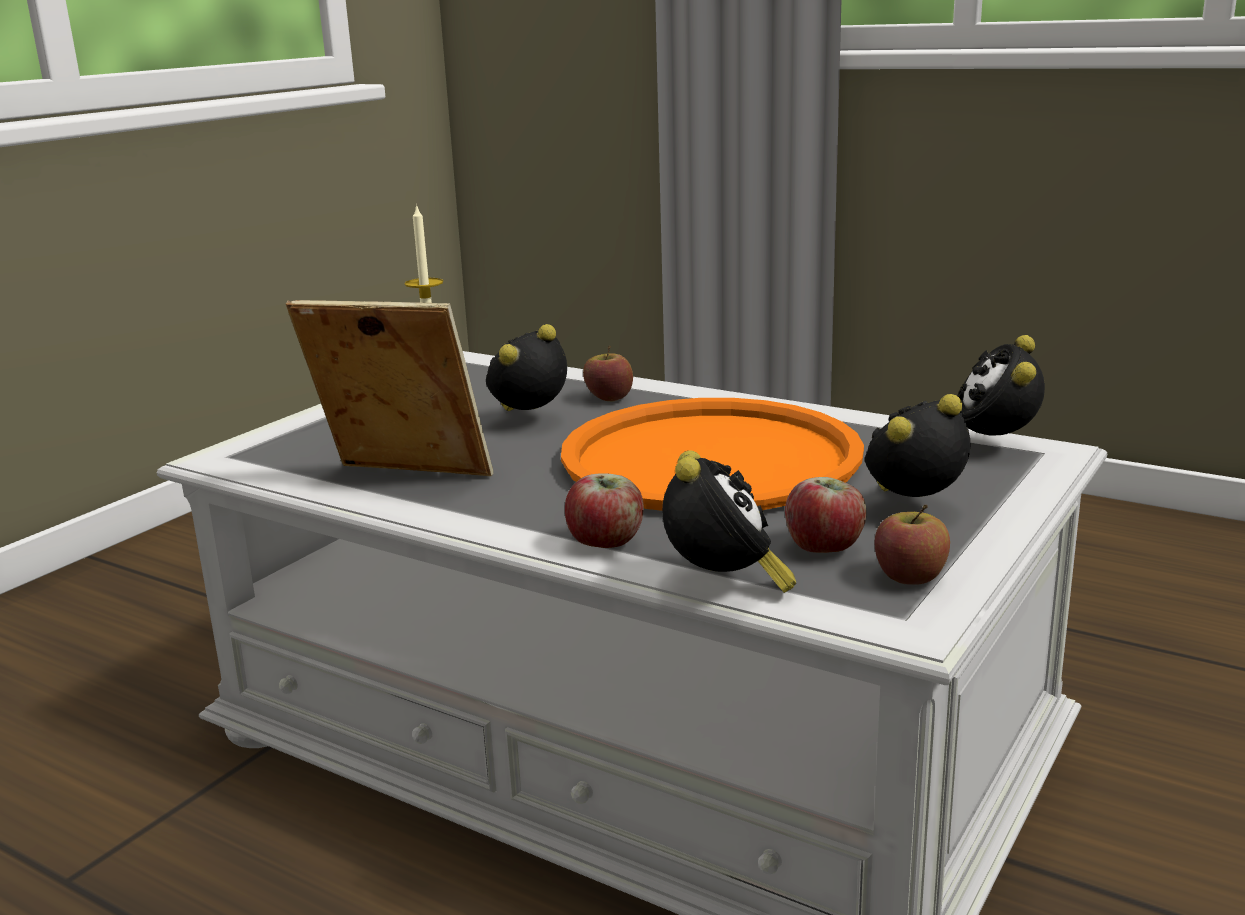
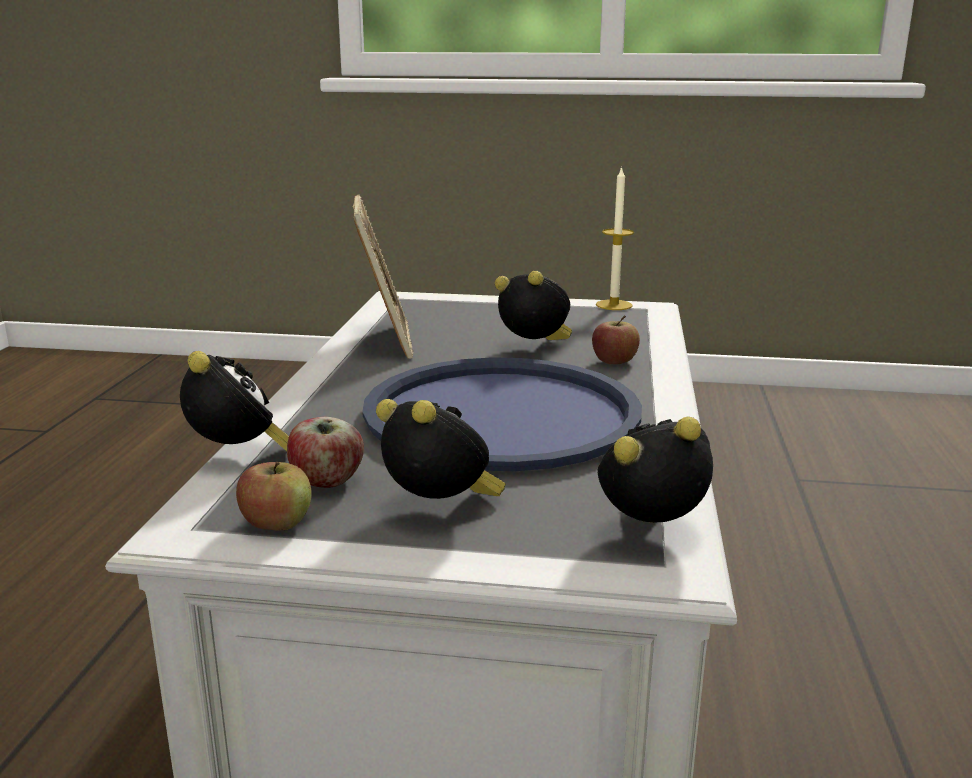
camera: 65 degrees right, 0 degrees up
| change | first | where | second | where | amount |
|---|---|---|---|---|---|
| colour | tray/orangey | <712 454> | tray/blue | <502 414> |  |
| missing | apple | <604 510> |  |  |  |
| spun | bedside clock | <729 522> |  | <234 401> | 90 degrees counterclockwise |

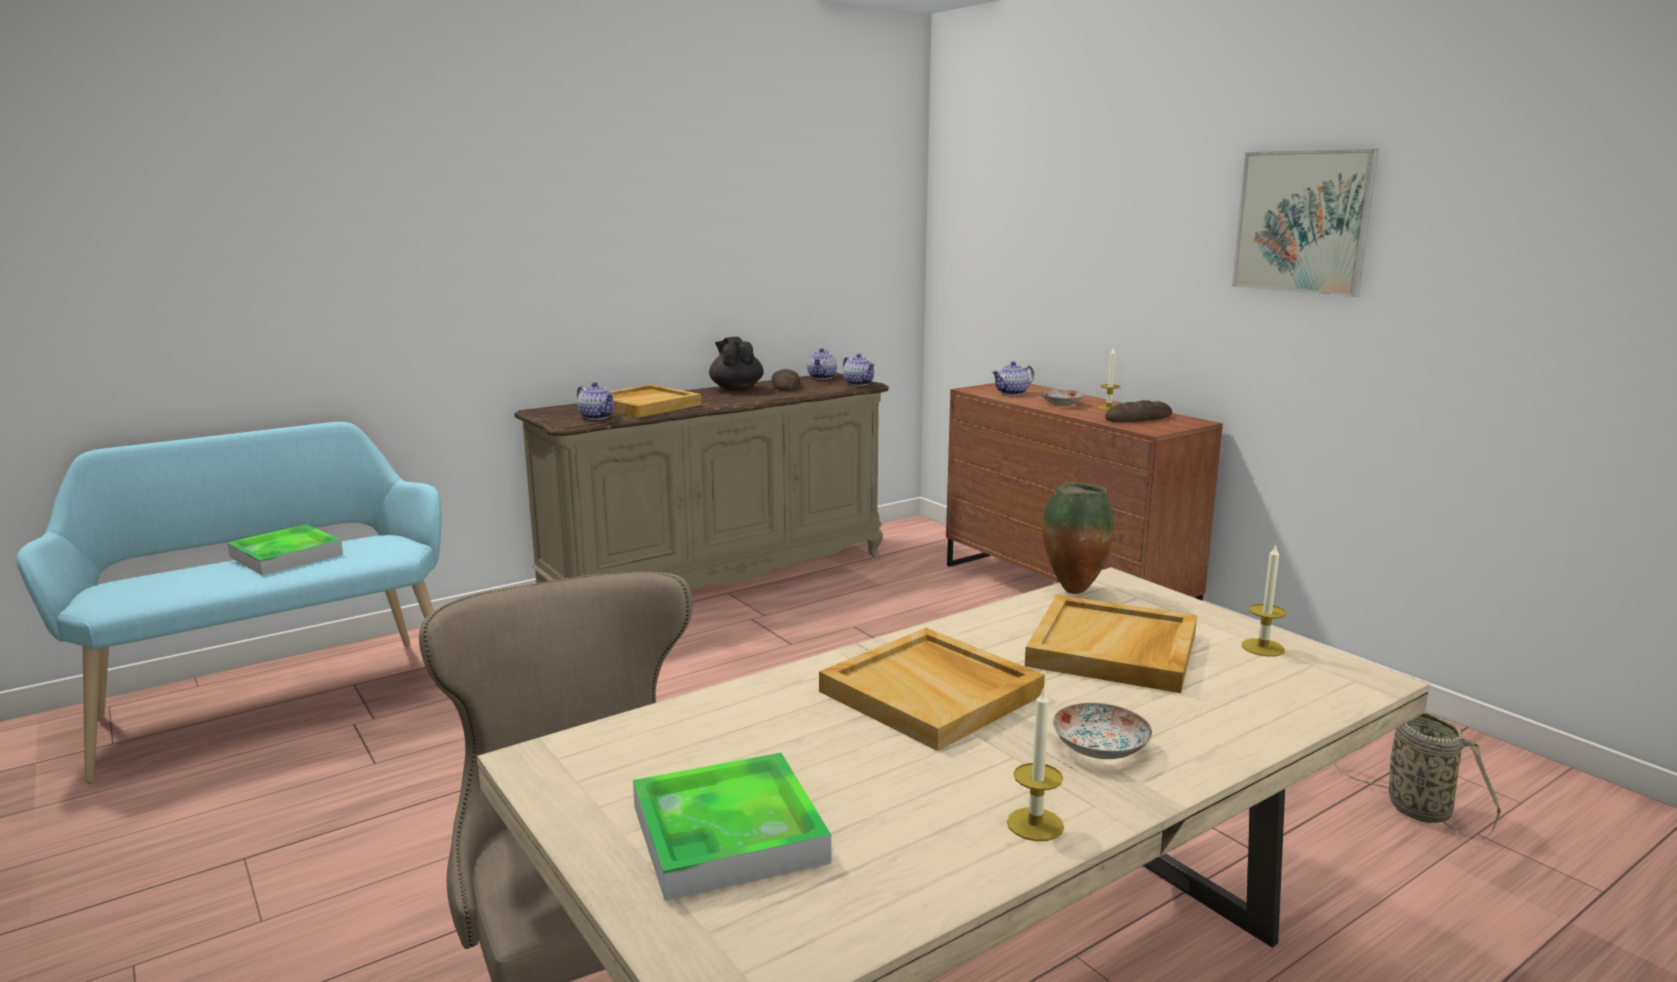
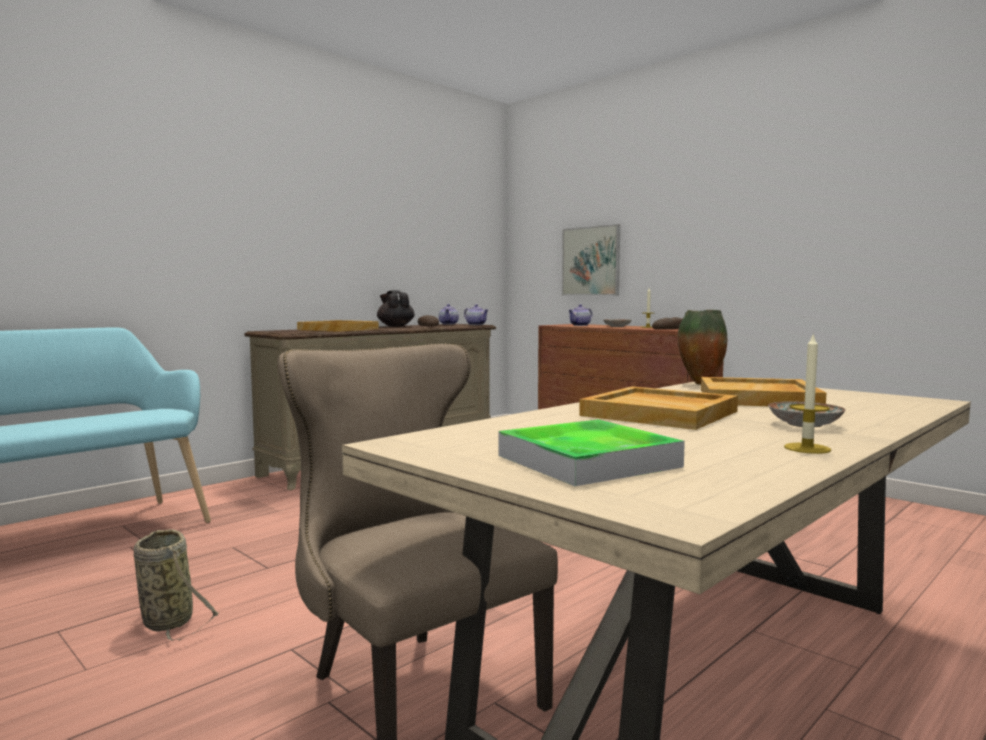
camera: 10 degrees left, 10 degrees down
| change | first | where | second | where | amount |
|---|---|---|---|---|---|
| missing | tray | <285 549> |  |  |  |
| missing | teapot | <595 401> |  |  |  |
| relocated | wall art | <1305 223> |  | <591 259> |  |
| missing | wax light | <1264 600> |  |  |  |
| relocated | storage basket | <1417 775> |  | <177 585> |  |

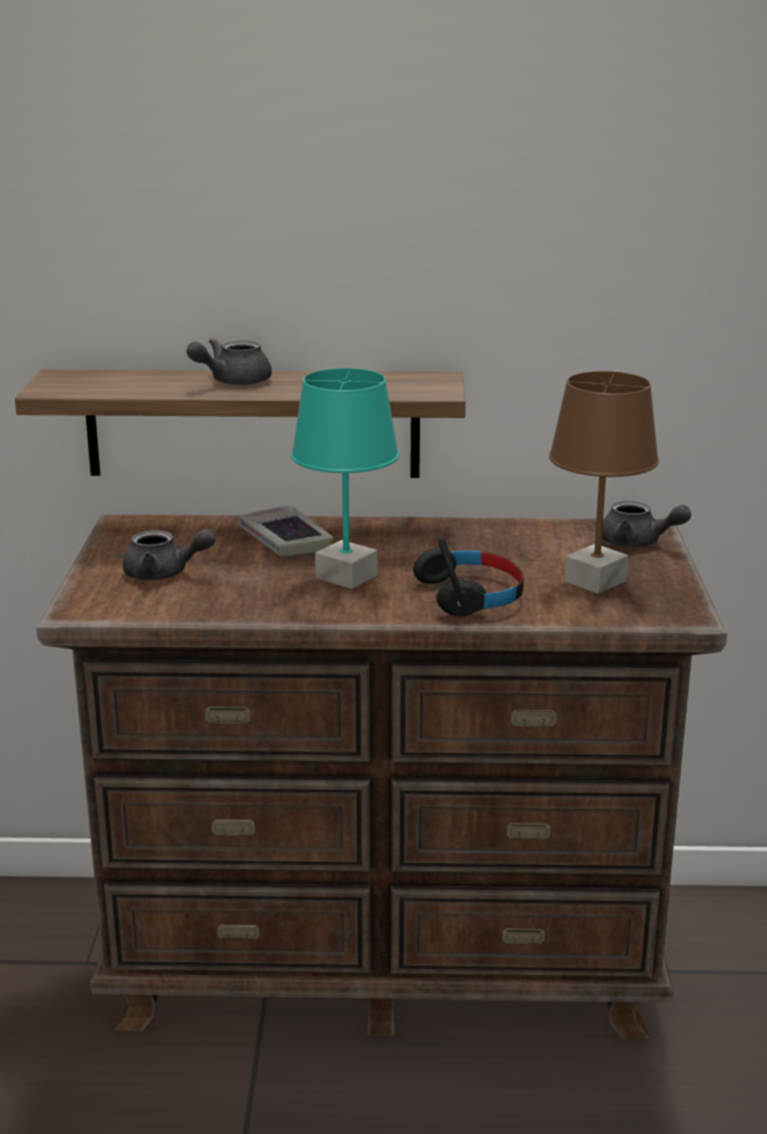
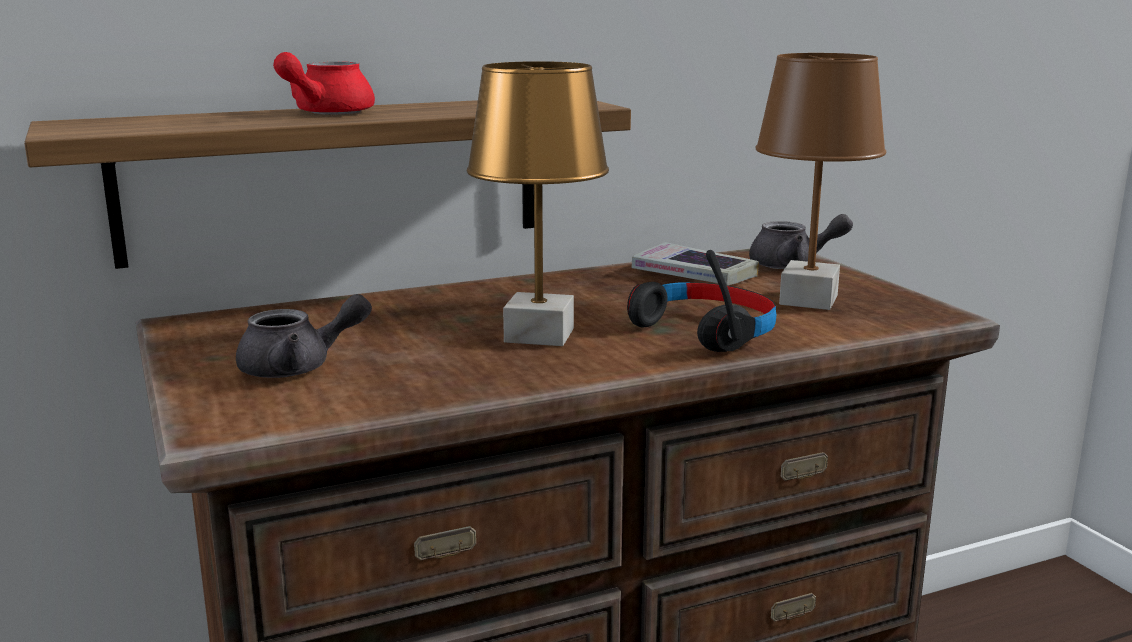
camera: 25 degrees left, 5 degrees down
| change | first | where | second | where | amount |
|---|---|---|---|---|---|
| colour | teapot/grey | <229 361> | teapot/red | <324 83> |  |
| relocated | bound book | <286 530> |  | <695 263> |  |
| colour | table lamp/turquoise-coloured | <345 478> | table lamp/brownish | <538 203> |  |

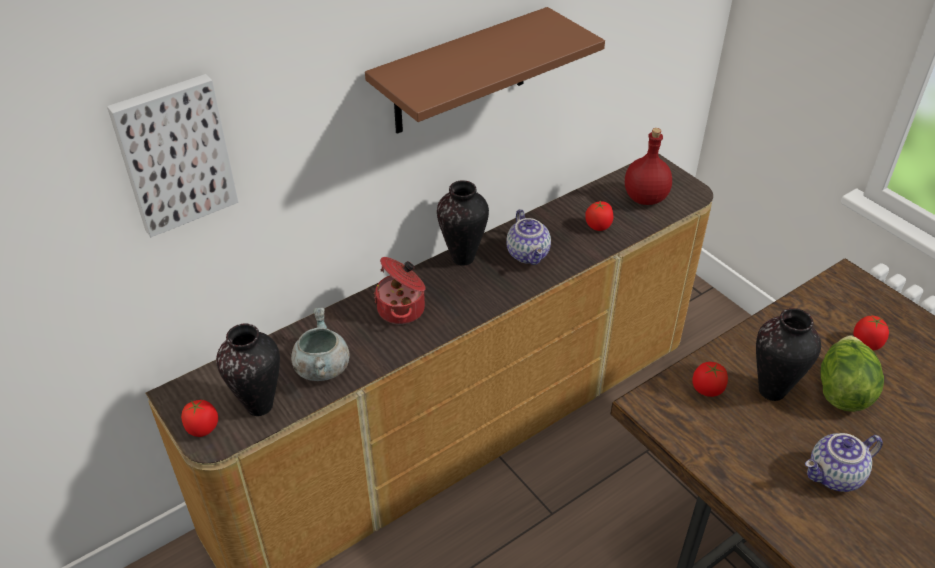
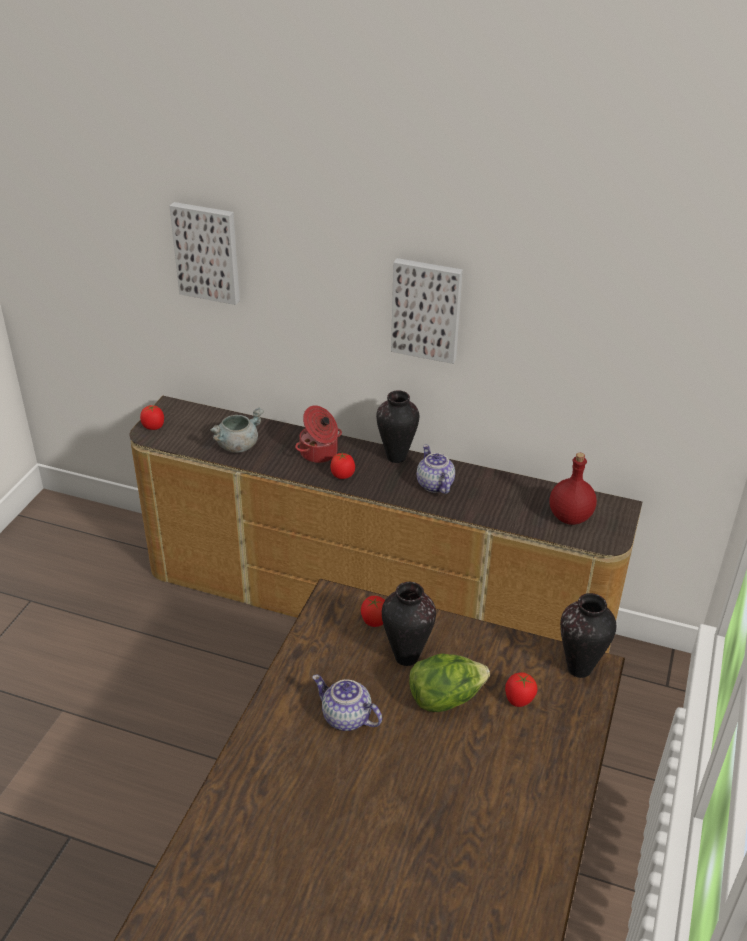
camera: 55 degrees right, 5 degrees down
| change | first | where | second | where | amount |
|---|---|---|---|---|---|
| relocated | vase | <248 369> |  | <588 635> |  |
| exchanged | wall shelf/brownish | <485 70> | wall art | <427 311> |  |
| spun | teapot | <528 237> |  | <436 469> | 120 degrees clockwise |
| relocated | fresh tomato | <599 216> |  | <342 466> |  |

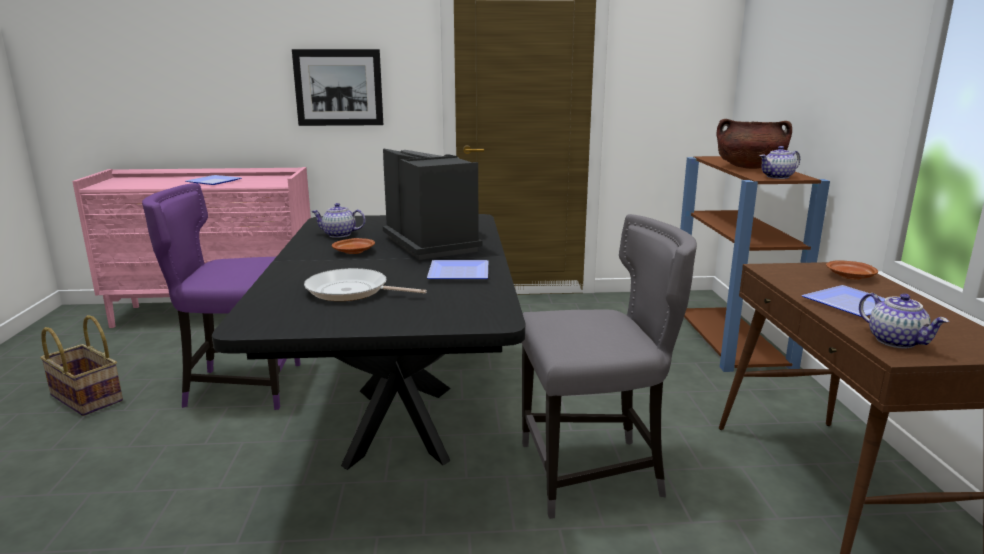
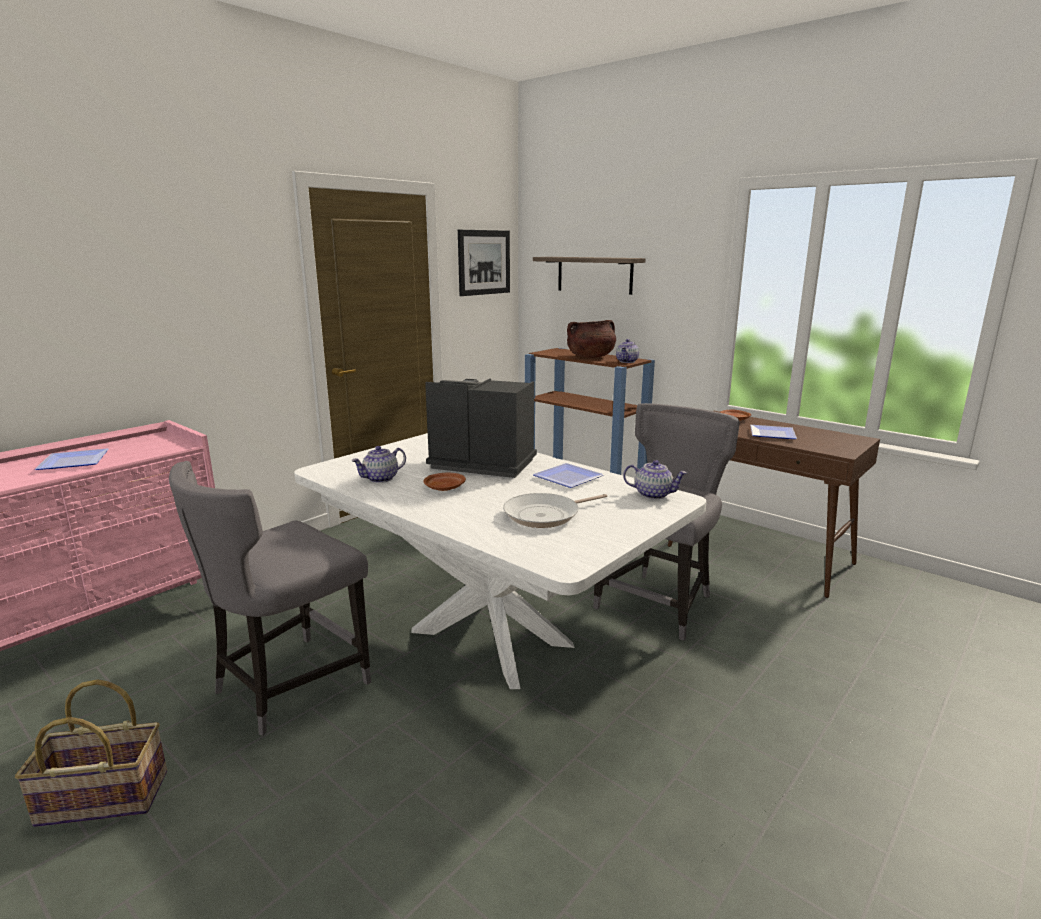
camera: 45 degrees left, 0 degrees up
| change | first | where | second | where | amount |
|---|---|---|---|---|---|
| colour | chair/purple | <221 296> | chair/grey | <270 598> |  |
| colour | dining table/black | <368 342> | dining table/white | <500 561> |  |
| relocated | wall art | <337 87> |  | <484 263> |  |
| relocated | teapot | <904 320> |  | <655 480> |  |
| appeared |  |  | wall shelf | <589 276> |  |

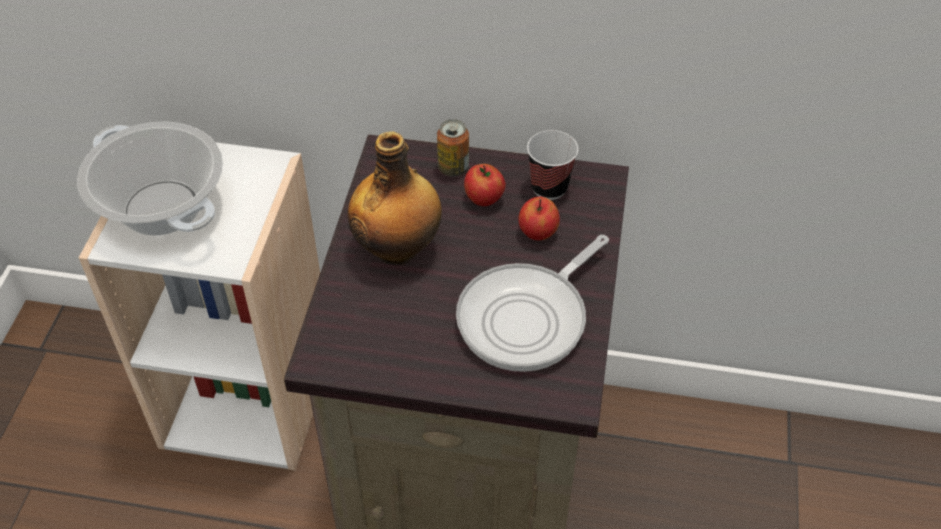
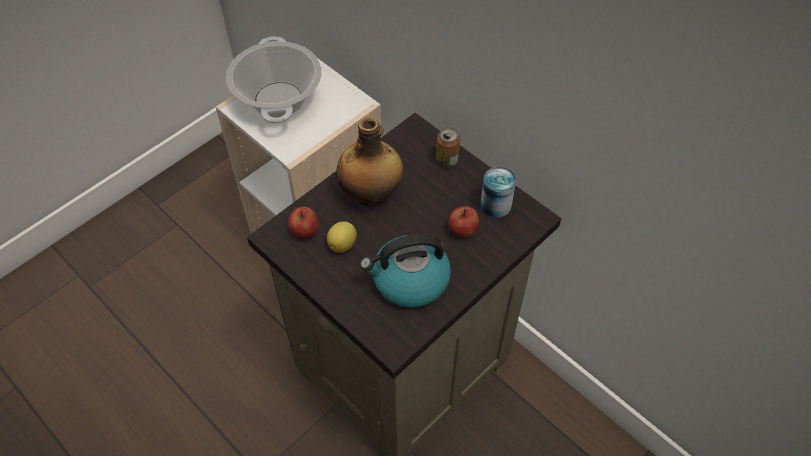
camera: 35 degrees right, 5 degrees up
| change | first | where | second | where | amount |
|---|---|---|---|---|---|
| exchanged | skillet | <532 303> | tea kettle | <405 271> |  |
| relocated | apple | <485 185> |  | <303 222> |  |
| exchanged | small cup | <552 165> | metal can | <498 192> |  |
| appeared |  |  | citrus fruit | <342 237> |  |

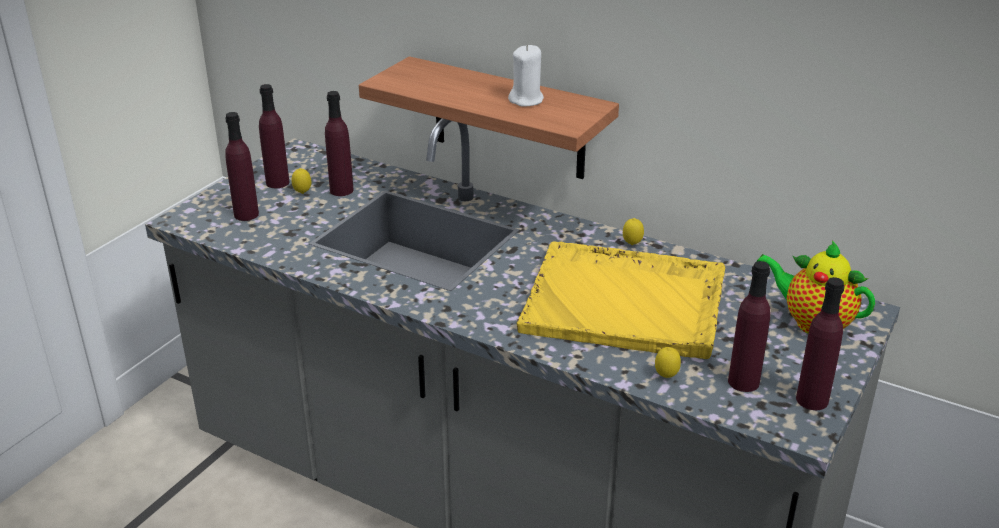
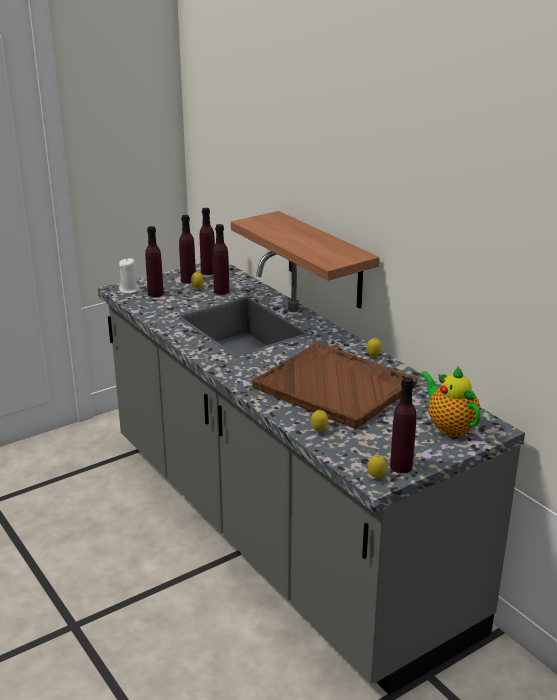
camera: 25 degrees right, 5 degrees down
| change | first | where | second | where | amount |
|---|---|---|---|---|---|
| relocated | wax light/white | <526 76> |  | <129 276> |  |
| colour | tray/yellow-coloured | <621 300> | tray/brownish | <334 386> |  |
| relocated | drink bottle/purple | <749 326> |  | <207 241> |  |
| appeared |  |  | citrus fruit | <377 466> |  |

